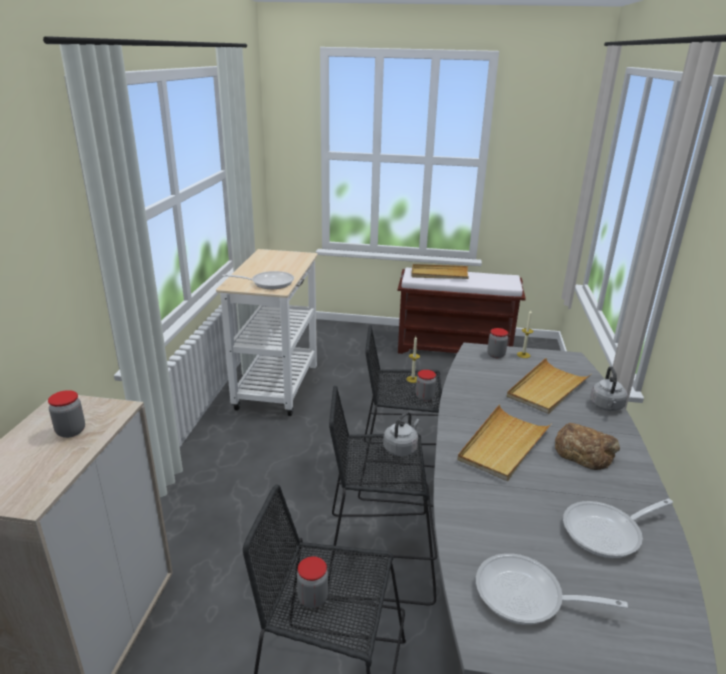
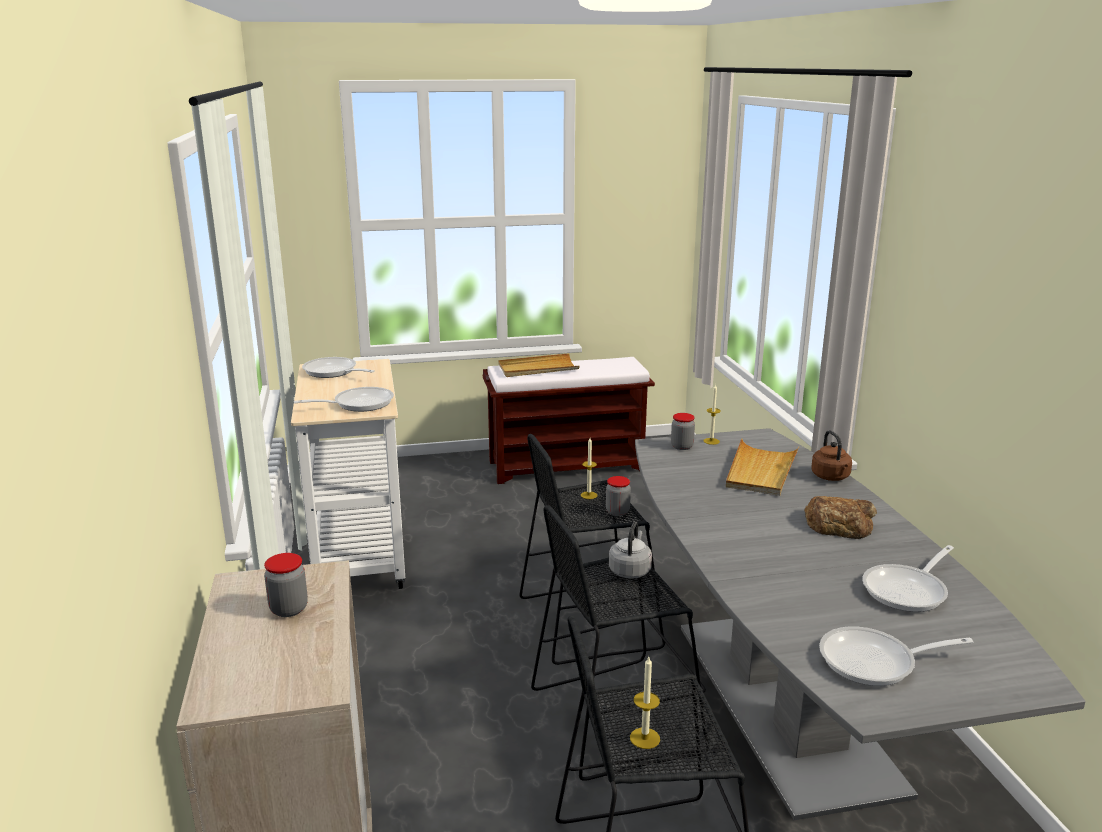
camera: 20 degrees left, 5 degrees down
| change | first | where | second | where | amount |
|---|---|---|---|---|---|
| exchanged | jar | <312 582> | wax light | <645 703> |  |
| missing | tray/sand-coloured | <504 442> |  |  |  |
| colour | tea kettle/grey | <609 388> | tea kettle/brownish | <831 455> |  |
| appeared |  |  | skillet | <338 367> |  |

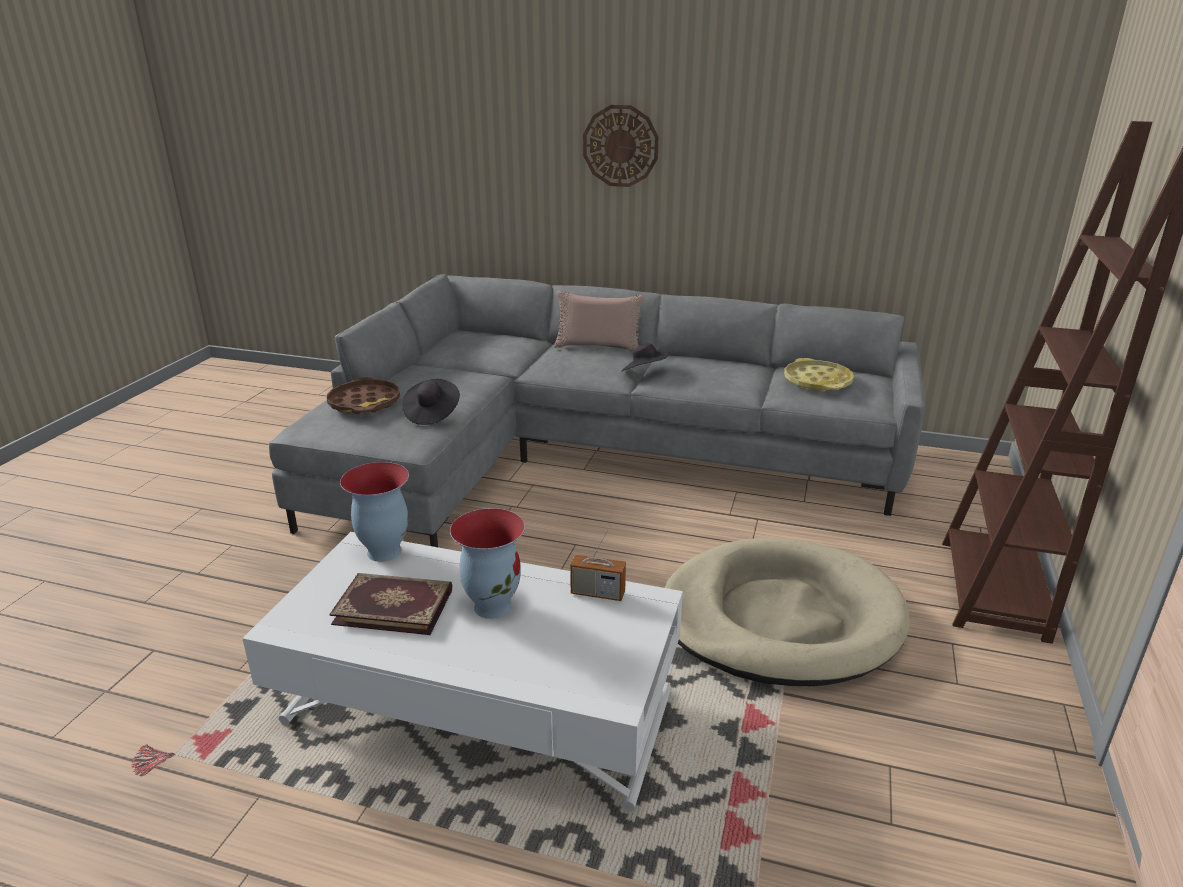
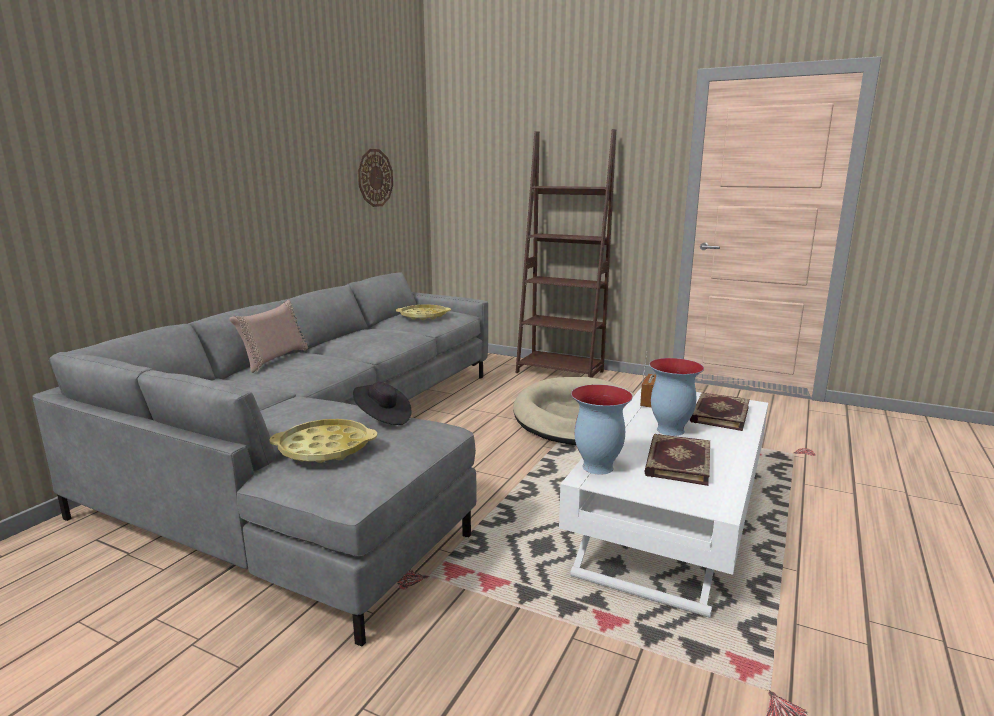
camera: 80 degrees left, 10 degrees down
| change | first | where | second | where | amount |
|---|---|---|---|---|---|
| colour | tray/brownish | <363 395> | tray/yellow-coloured | <323 441> |  |
| relocated | wall clock | <621 146> |  | <375 178> |  |
| missing | hat/black | <645 357> |  |  |  |
| appeared |  |  | bound book | <720 412> |  |

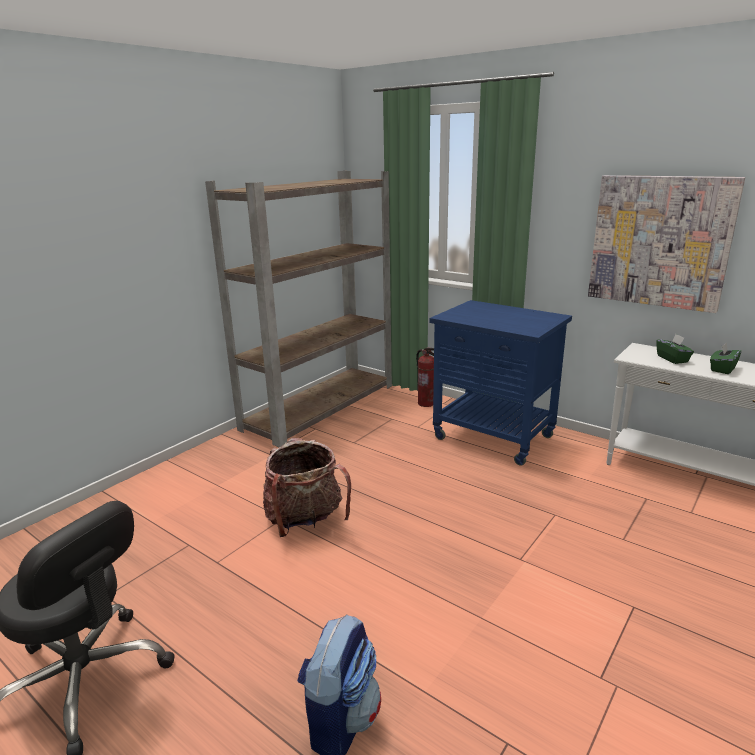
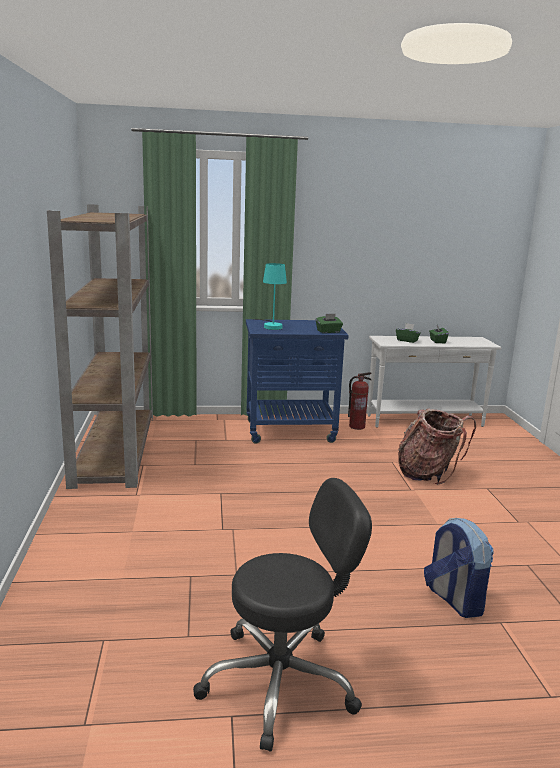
camera: 45 degrees left, 5 degrees down
| change | first | where | second | where | amount |
|---|---|---|---|---|---|
| relocated | backpack | <307 487> |  | <437 446> |  |
| relocated | extinguisher | <425 377> |  | <360 401> |  |
| missing | wall art | <666 244> |  |  |  |
| appeared |  |  | table lamp/turquoise-coloured | <270 296> |  |
| appeared |  |  | tissue holder/green-coloured | <329 323> |  |

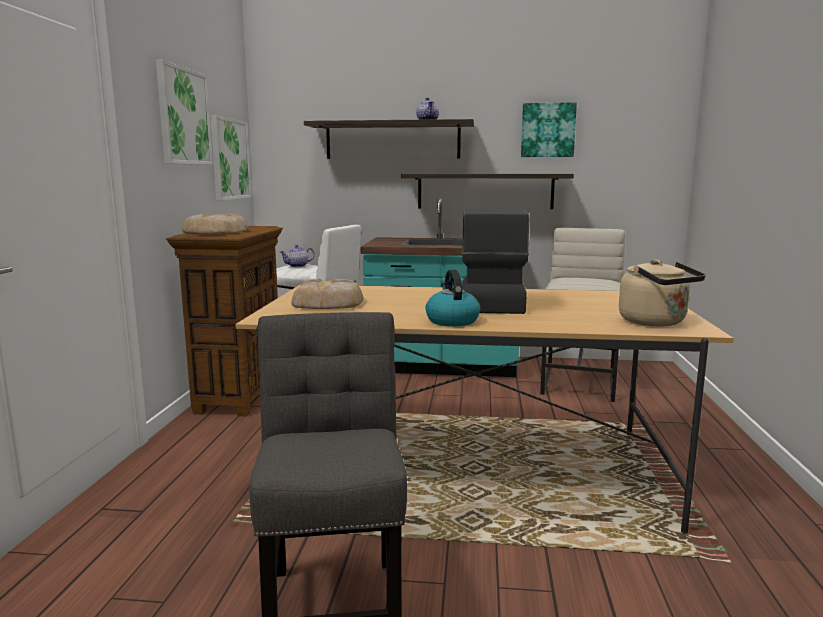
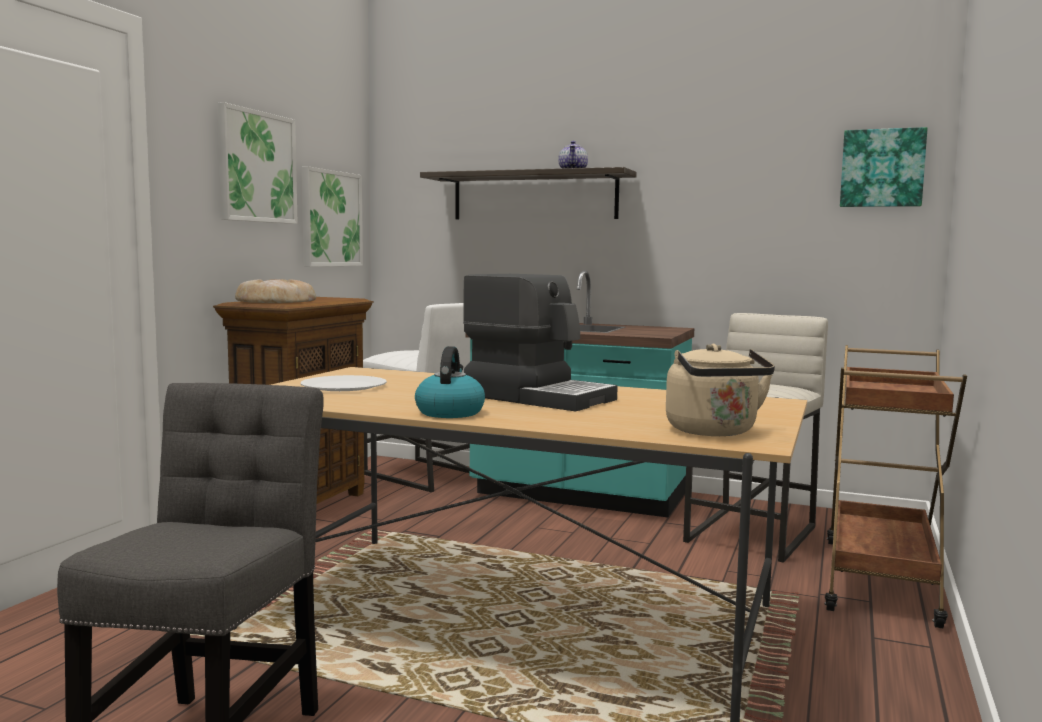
camera: 15 degrees right, 5 degrees down
| change | first | where | second | where | amount |
|---|---|---|---|---|---|
| missing | teapot | <297 256> |  |  |  |
| exchanged | bread | <327 294> | plate/white | <344 383> |  |
| missing | wall shelf | <487 191> |  |  |  |
| spun | coffee brewer | <495 262> |  | <540 342> | 105 degrees clockwise |
| relocated | wall art | <549 129> |  | <884 167> |  |
| appeared |  |  | trolley/brownish | <896 486> |  |

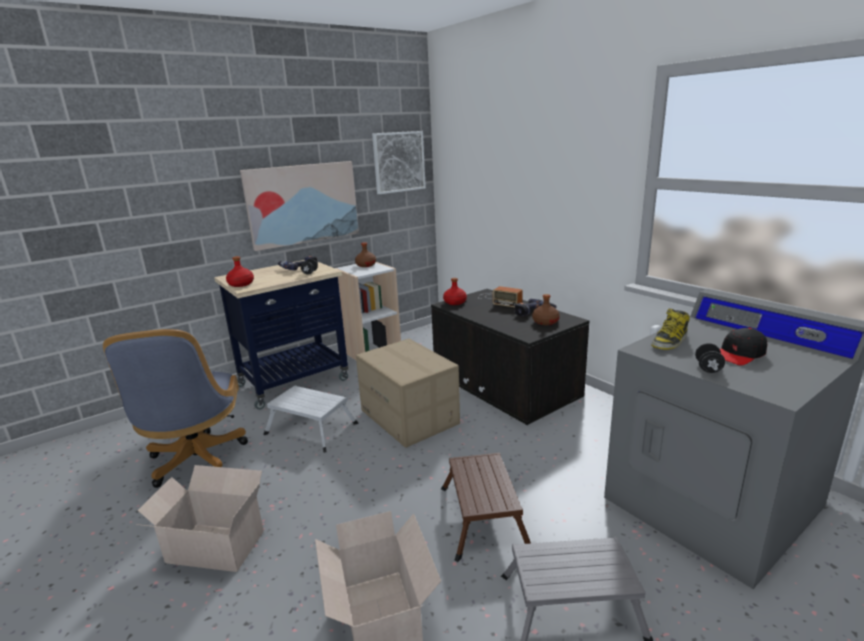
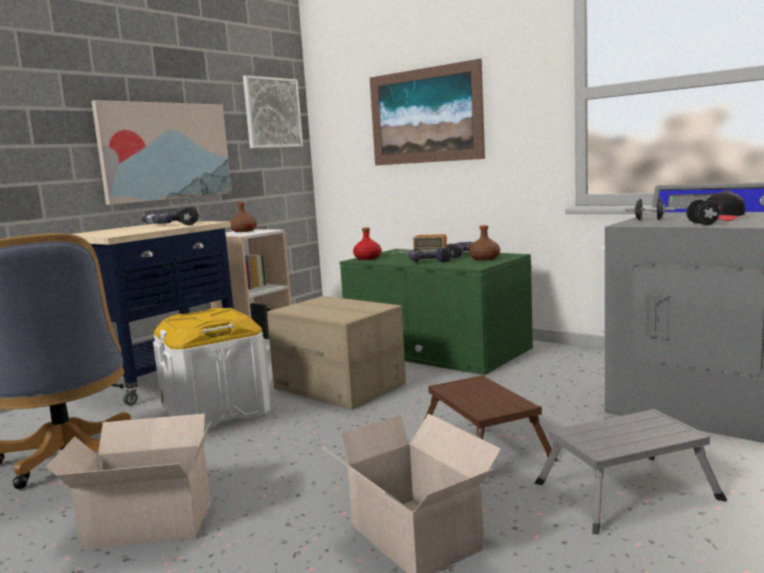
camera: 15 degrees left, 10 degrees down
| change | first | where | second | where | amount |
|---|---|---|---|---|---|
| missing | drink bottle/red | <240 271> |  |  |  |
| exchanged | step stool/white | <311 419> | storage box/white | <212 369> |  |
| colour | cabinet/black | <510 357> | cabinet/green-coloured | <436 312> |  |
| exchanged | boot | <670 329> | free weight/black | <650 209> |  |
| appeared |  |  | wall art | <427 112> |  |
| appeared |  |  | electric drill | <429 254> |  |

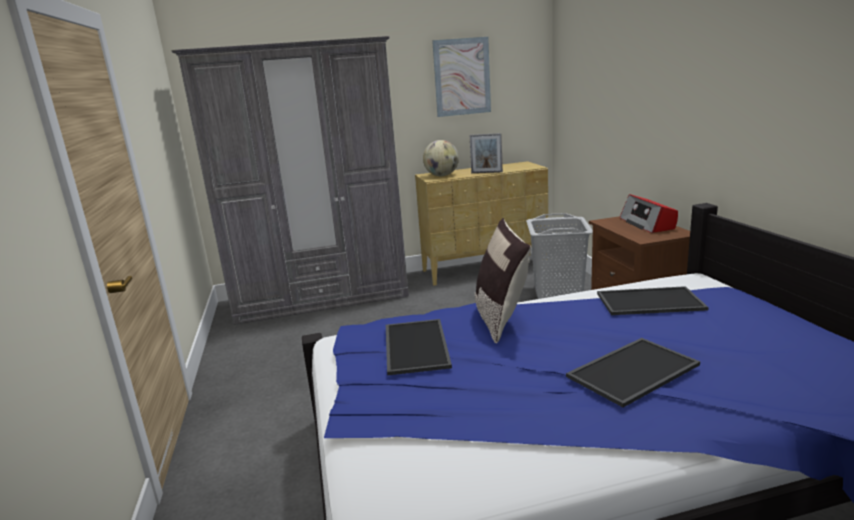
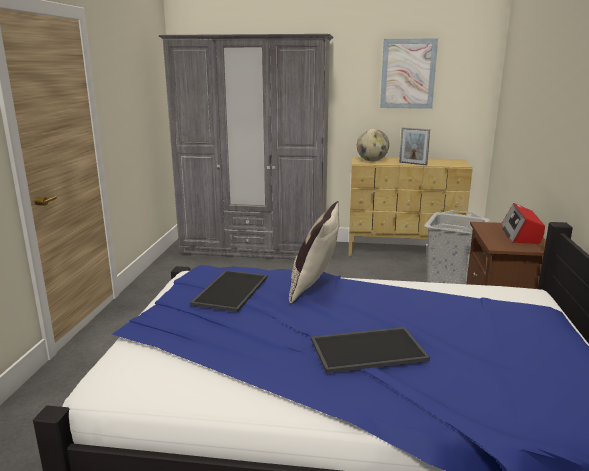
camera: 20 degrees right, 0 degrees up
| change | first | where | second | where | amount |
|---|---|---|---|---|---|
| missing | tray | <653 300> |  |  |  |

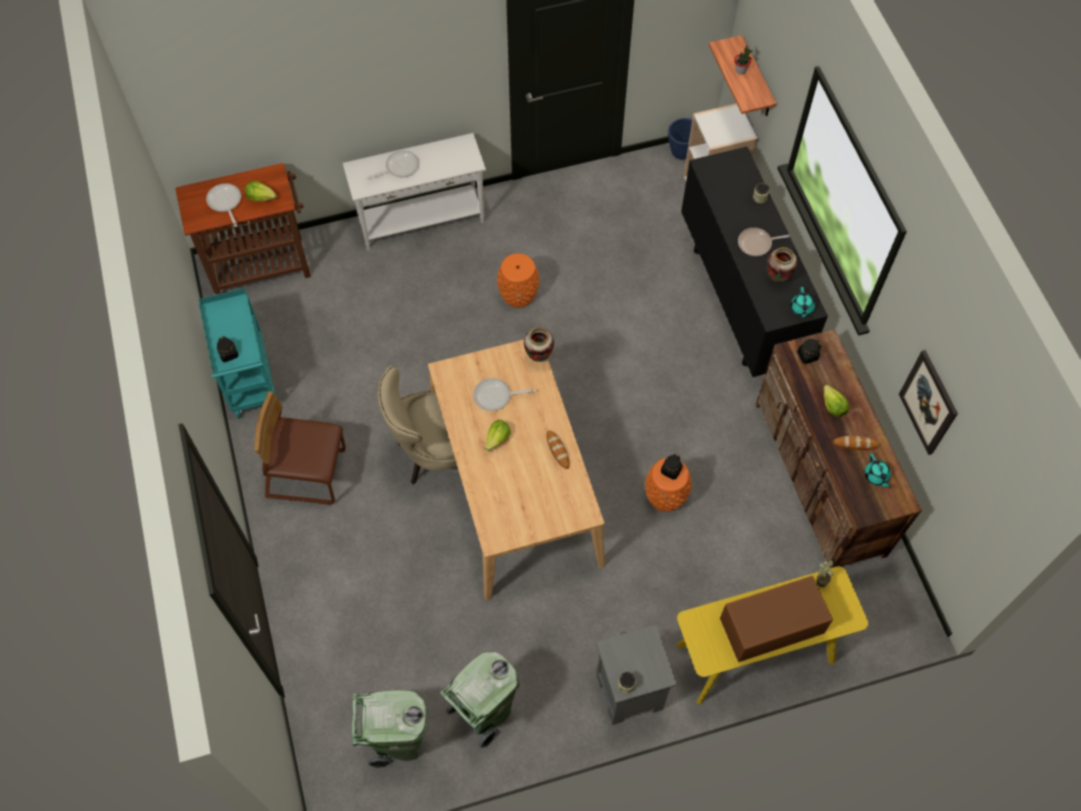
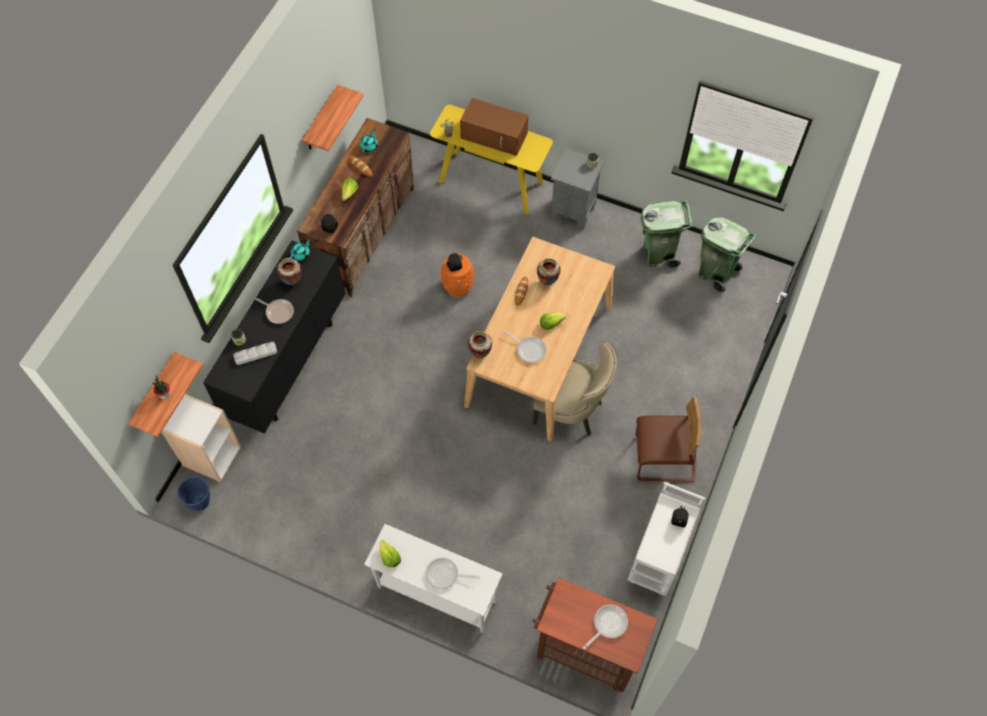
camera: 140 degrees left, 0 degrees up
| change | first | where | second | where | amount |
|---|---|---|---|---|---|
| colour | trolley/turquoise-coloured | <237 353> | trolley/white | <666 539> |  |
| spun | skillet | <223 205> |  | <605 627> | 150 degrees counterclockwise |
| relocated | lettuce head | <261 191> |  | <390 553> |  |
| spun | chair/brownish | <300 447> |  | <668 439> | 45 degrees counterclockwise |
| missing | sitting stool/orangey | <518 280> |  |  |  |
| exchanged | wall art | <928 402> | wall shelf | <333 118> |  |
| appeared |  |  | tray/grey | <255 353> |  |
| appeared |  |  | vase | <548 271> |  |

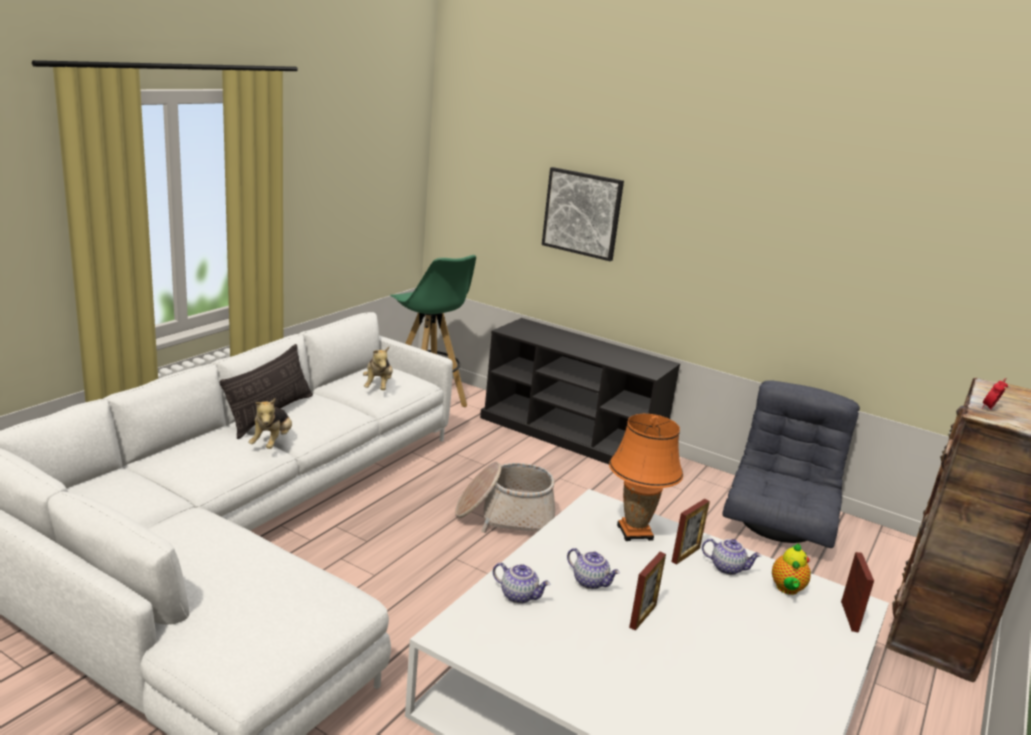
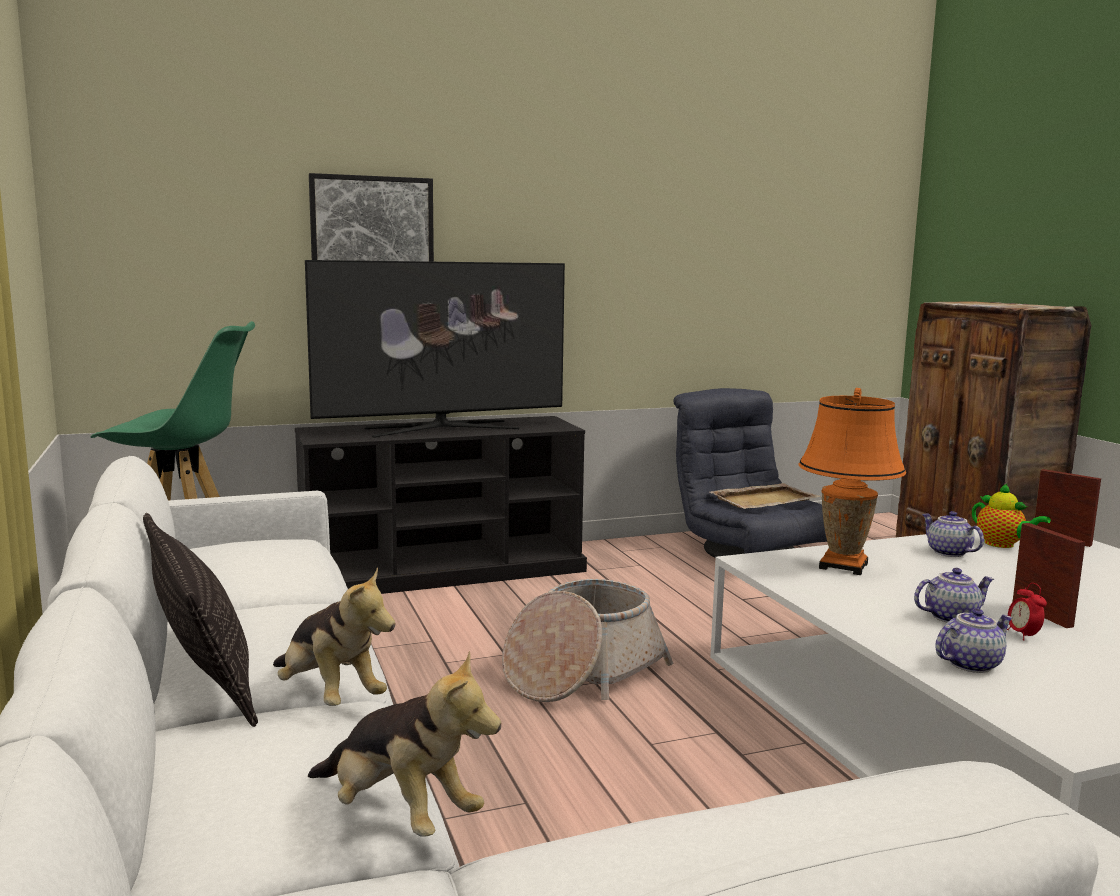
camera: 50 degrees left, 10 degrees down
| change | first | where | second | where | amount |
|---|---|---|---|---|---|
| relocated | soft toy | <378 368> |  | <404 744> |  |
| missing | photo frame | <690 532> |  |  |  |
| spun | teapot | <731 556> |  | <953 534> | 90 degrees counterclockwise |
| relocated | bedside clock | <994 394> |  | <1027 612> |  |
| appeared |  |  | TV | <435 349> |  |
| appeared |  |  | tray/sand-coloured | <765 496> |  |

